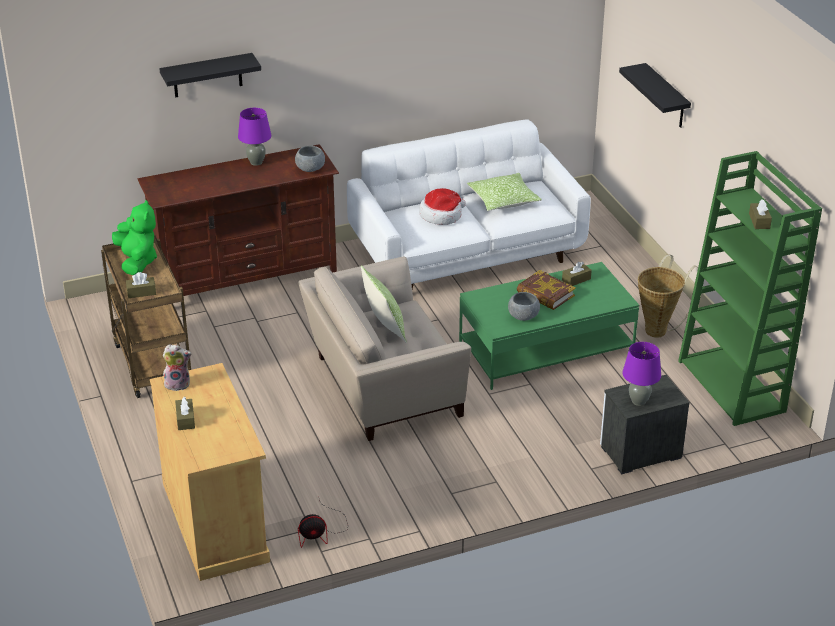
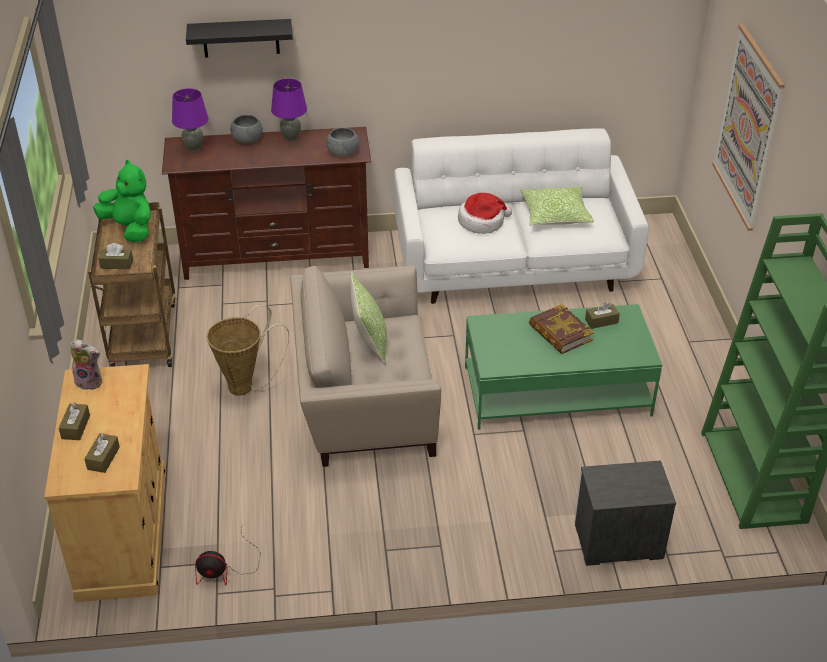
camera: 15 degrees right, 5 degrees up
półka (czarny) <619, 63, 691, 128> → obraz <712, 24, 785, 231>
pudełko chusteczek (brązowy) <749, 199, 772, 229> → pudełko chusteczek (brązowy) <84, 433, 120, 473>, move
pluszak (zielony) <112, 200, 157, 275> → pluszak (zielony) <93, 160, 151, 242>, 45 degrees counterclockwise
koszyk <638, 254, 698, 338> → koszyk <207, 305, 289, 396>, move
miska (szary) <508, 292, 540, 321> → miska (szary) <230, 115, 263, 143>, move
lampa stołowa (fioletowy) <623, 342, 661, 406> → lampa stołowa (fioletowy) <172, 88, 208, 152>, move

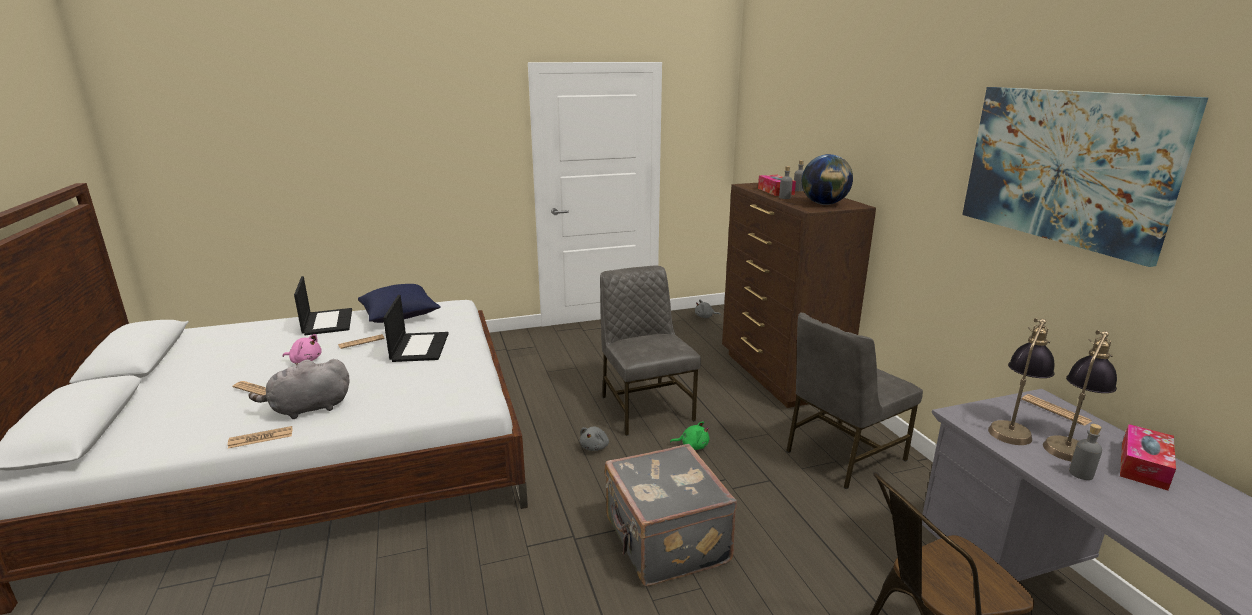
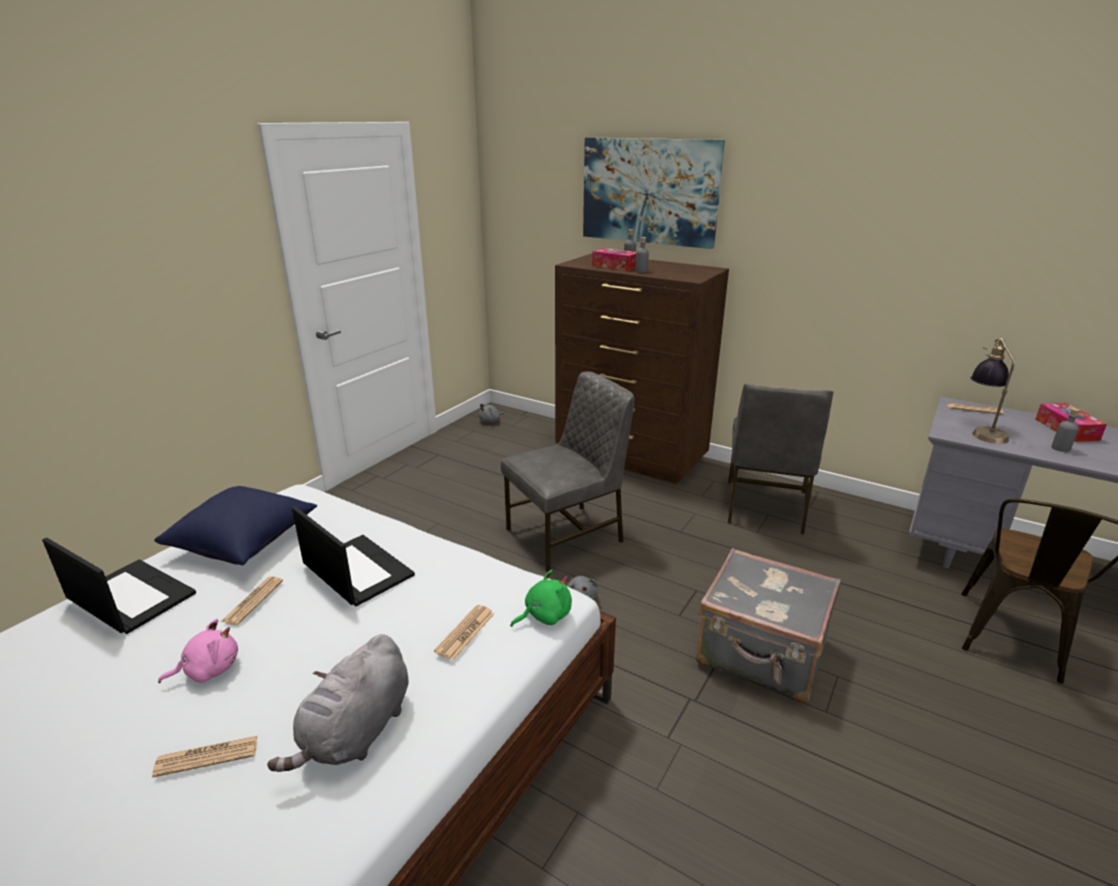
camera: 40 degrees left, 5 degrees up
obraz <962, 87, 1208, 267> → obraz <583, 137, 725, 249>, move
globus <802, 154, 853, 205> → -
krzesło (szary) <600, 266, 701, 436> → krzesło (szary) <501, 371, 634, 572>, 120 degrees clockwise
lampa stołowa <1043, 330, 1117, 462> → -
pluszak (zielony) <670, 421, 709, 450> → pluszak (zielony) <511, 570, 572, 627>, move
gazeta <228, 426, 292, 448> → gazeta <434, 605, 494, 660>, move

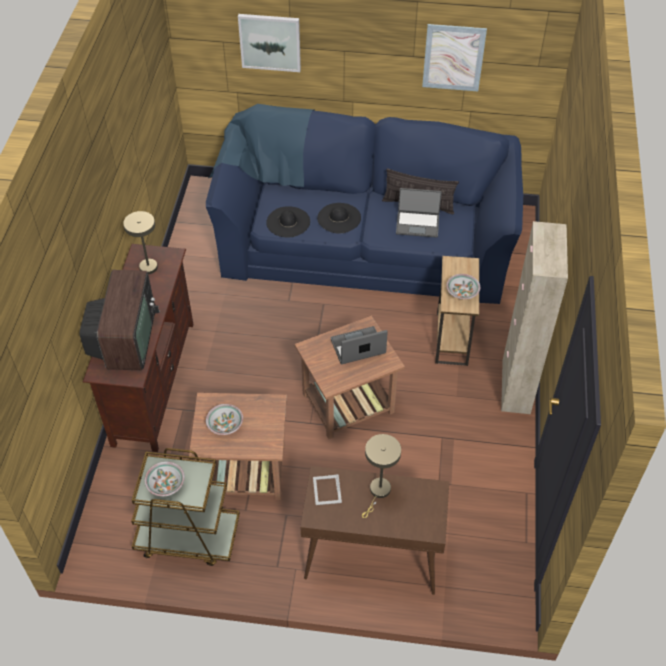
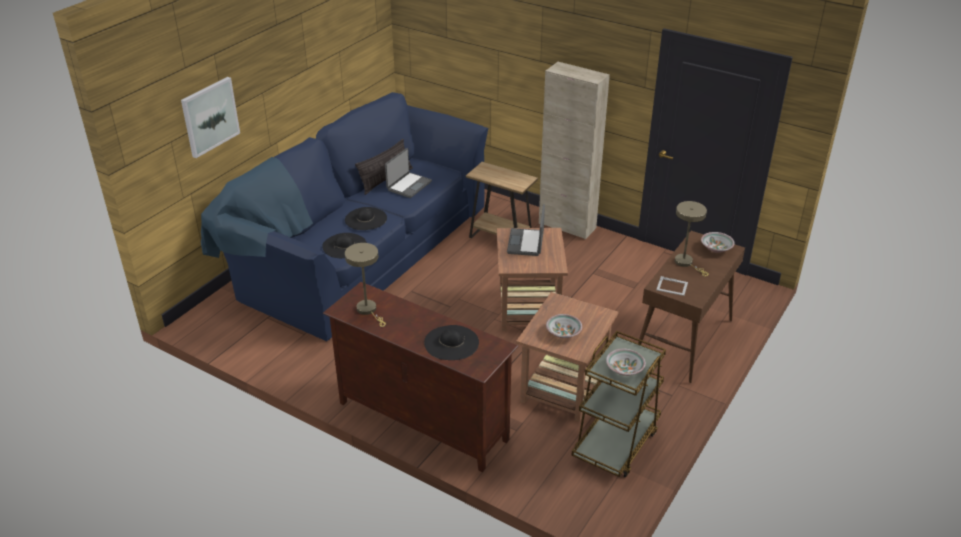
camera: 65 degrees left, 15 degrees down
obraz <422, 24, 487, 91> → -
telewizor <80, 270, 160, 370> → kapelusz (czarny) <424, 325, 479, 360>
miska <446, 274, 480, 299> → miska <701, 232, 735, 253>, move

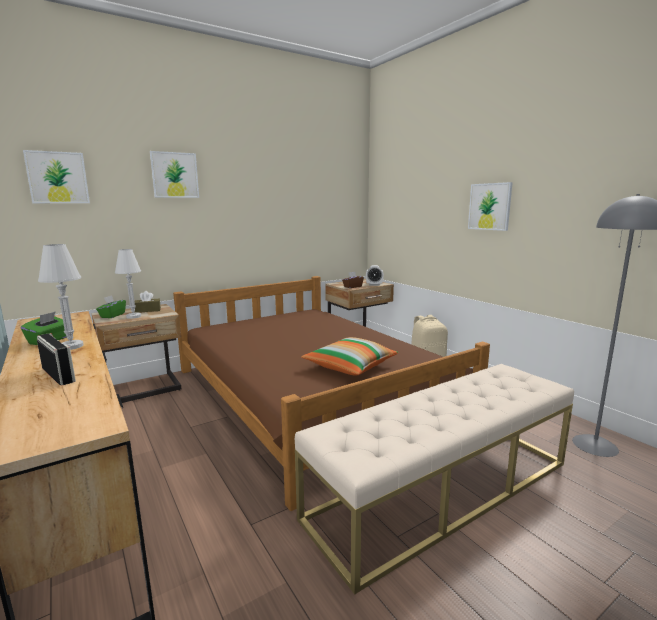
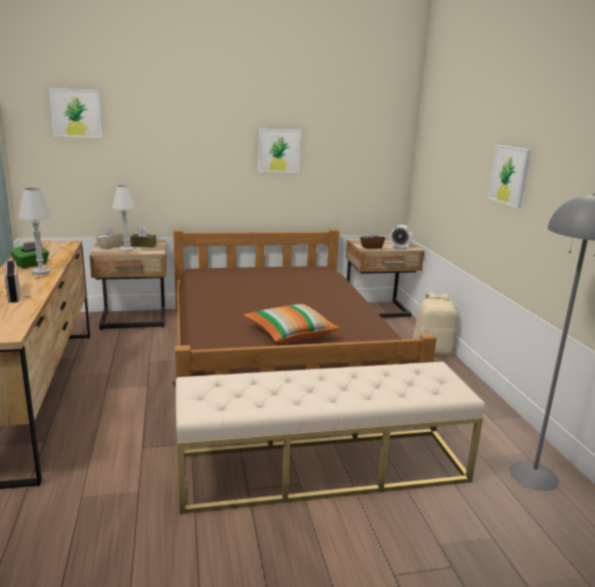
camera: 20 degrees right, 5 degrees up
obraz <150, 151, 199, 198> → obraz <258, 128, 301, 173>, move
pudełko chusteczek (zielony) <96, 295, 126, 318> → pudełko chusteczek (beżowy) <96, 227, 124, 249>

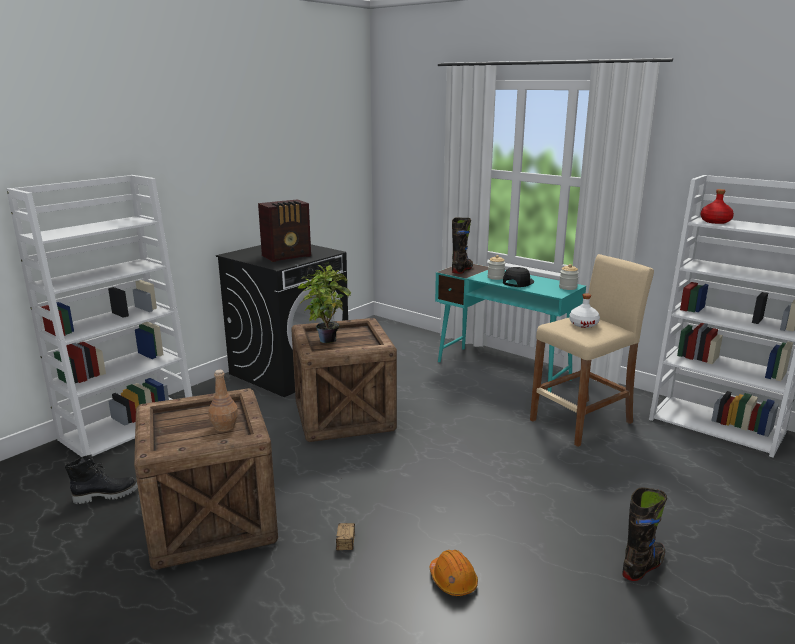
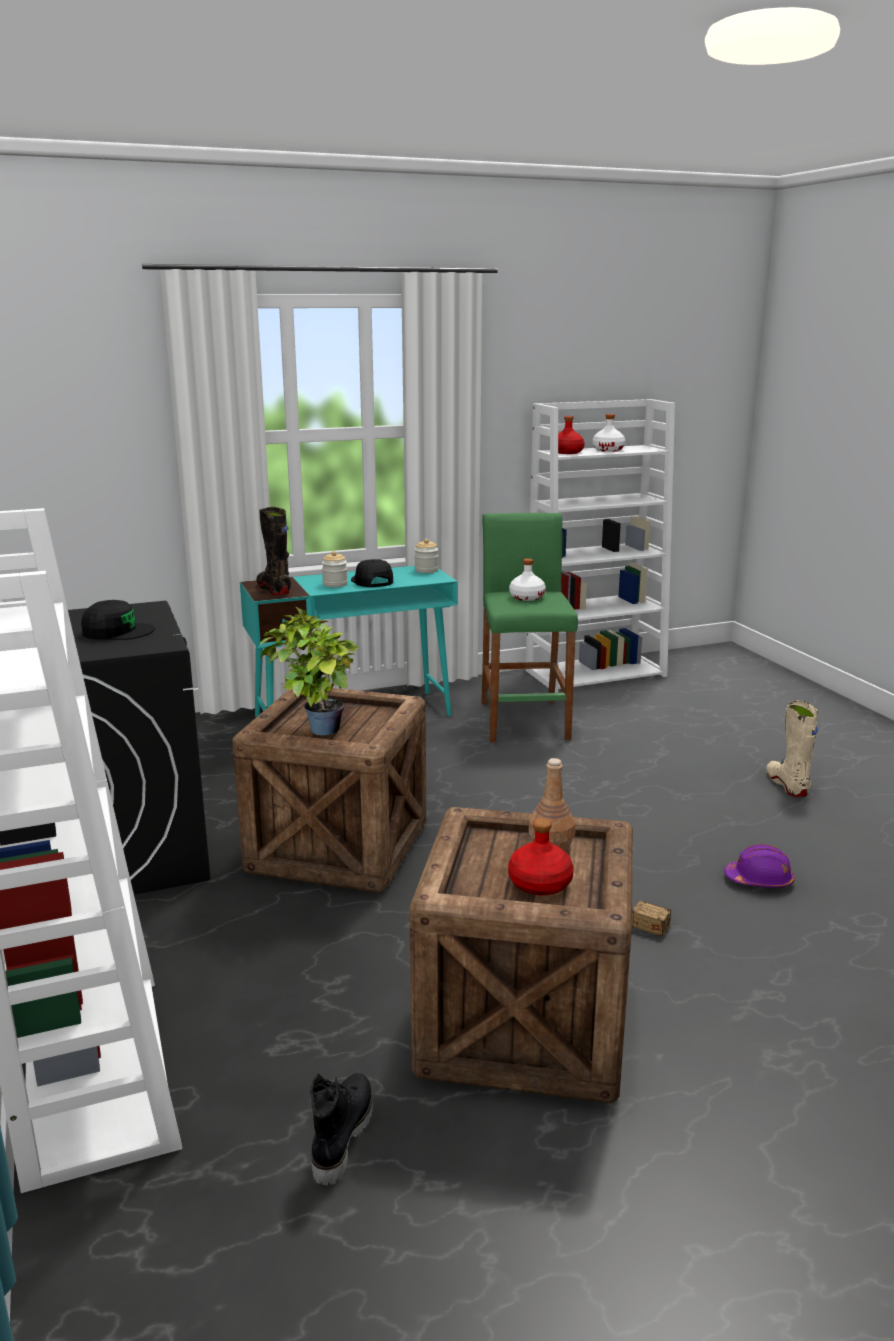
camera: 60 degrees left, 0 degrees up
radio <258, 199, 311, 262> → czapka z daszkiem (czarny) <81, 600, 155, 640>
stołek (beżowy) <530, 254, 654, 447> → stołek (zielony) <481, 513, 578, 742>
but z cholewką (czarny) <622, 487, 667, 581> → but z cholewką (beżowy) <766, 700, 818, 797>
kask (pomarańczowy) <429, 550, 478, 596> → kask (fioletowy) <724, 844, 795, 888>
- → butelka (biały) <592, 414, 625, 452>
- → butelka (czerwony) <508, 818, 574, 895>

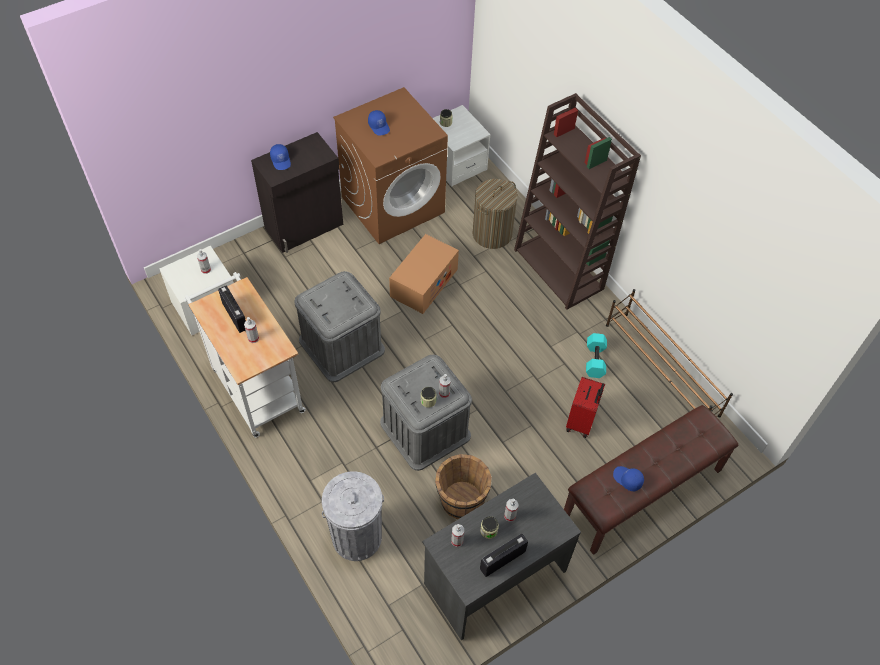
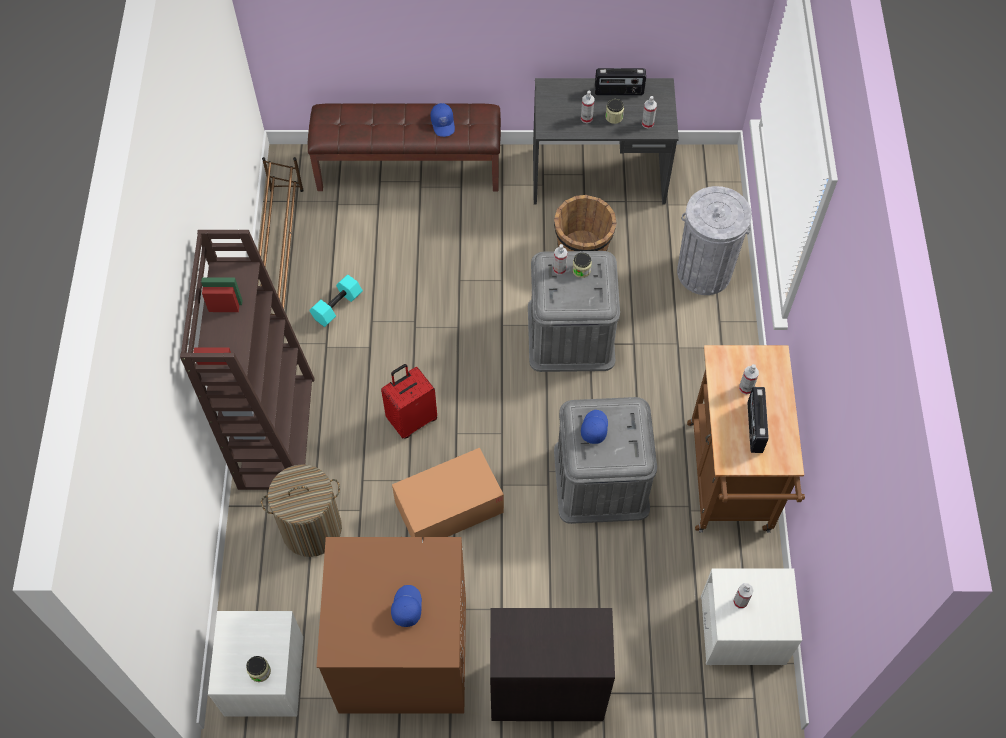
camera: 145 degrees left, 5 degrees up
czapka z daszkiem (niebieski) <270, 144, 291, 170> → czapka z daszkiem (niebieski) <581, 410, 608, 444>, move
wózek (biały) <183, 272, 306, 438> → wózek (brązowy) <687, 345, 805, 533>
walizka (czerwony) <566, 377, 605, 438> → walizka (czerwony) <381, 364, 437, 439>, move

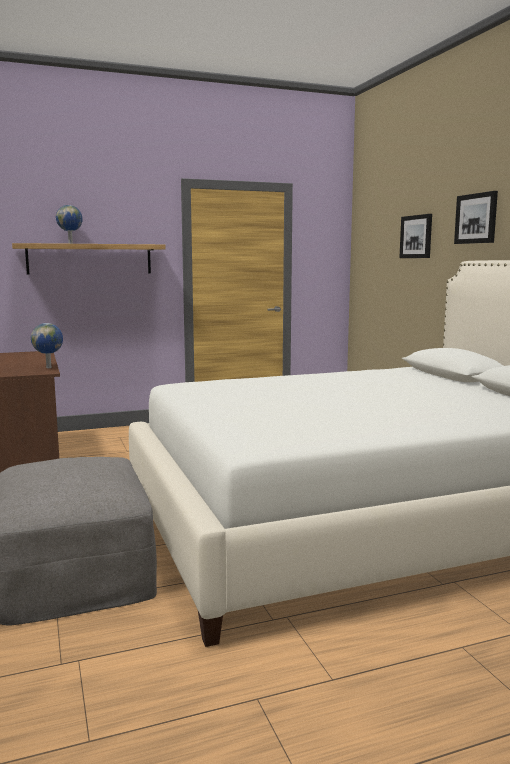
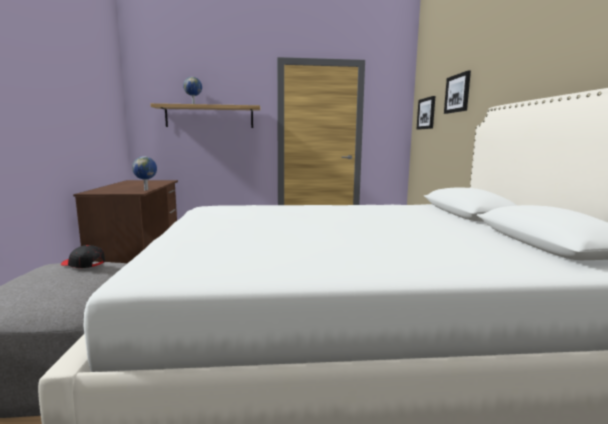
camera: 15 degrees right, 0 degrees up
obraz <454, 191, 498, 244> → obraz <416, 96, 435, 130>, move
- → czapka z daszkiem (czarny) <61, 245, 105, 268>

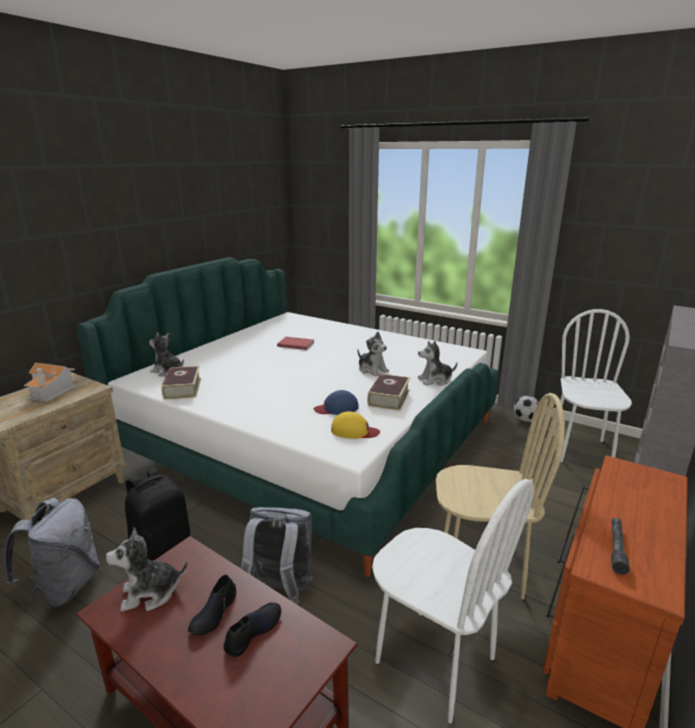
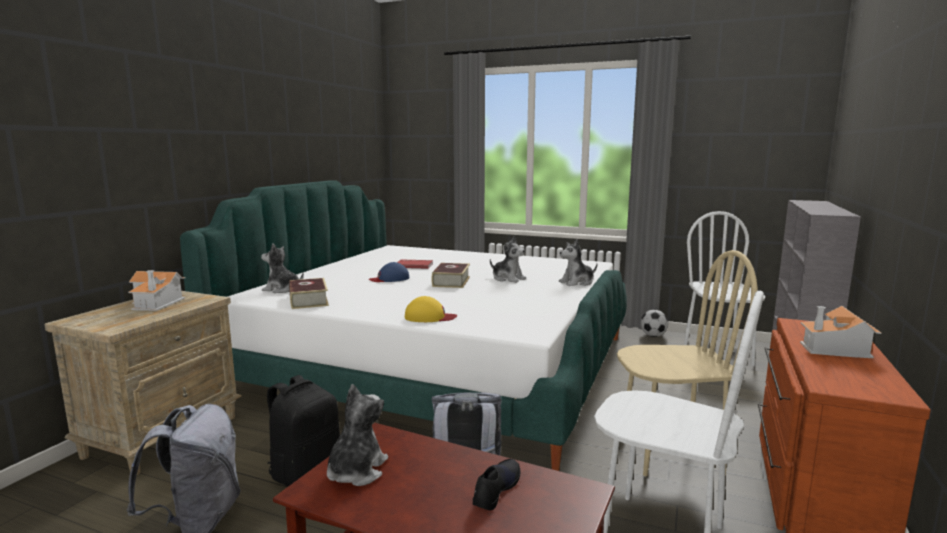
camera: 10 degrees left, 10 degrees down
książka <367, 374, 410, 411> → książka <431, 263, 470, 288>, move
czapka z daszkiem (niebieski) <313, 390, 359, 415> → czapka z daszkiem (niebieski) <369, 262, 409, 282>, move
czapka z daszkiem (żółty) <331, 411, 380, 439> → czapka z daszkiem (żółty) <405, 296, 457, 322>, move
latarka (szary) <611, 518, 630, 575> → -
pluszak <106, 527, 188, 612> → pluszak <327, 384, 388, 486>, 135 degrees clockwise
but (czarny) <188, 574, 236, 635> → -
- → domek <800, 306, 882, 358>

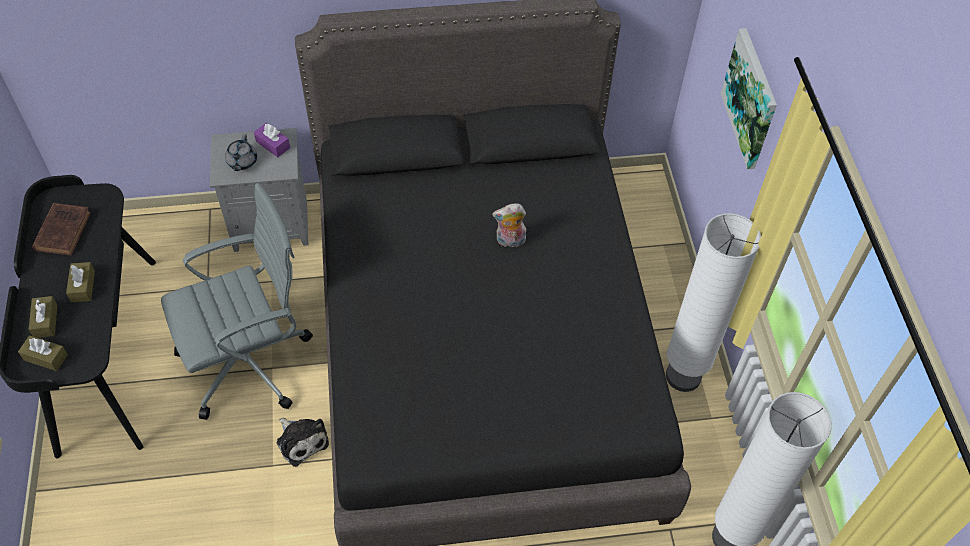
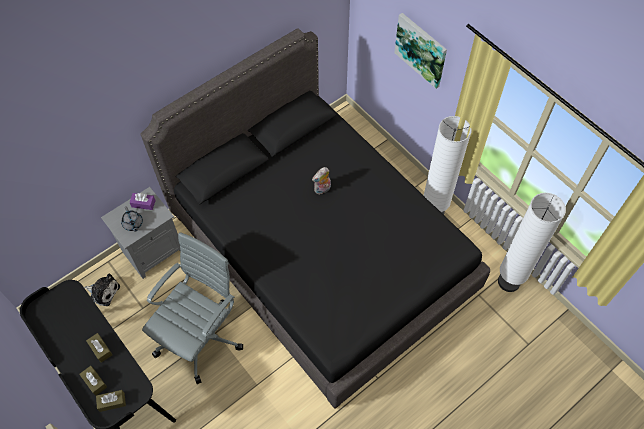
camera: 30 degrees left, 5 degrees up
książka (brązowy) <32, 203, 91, 255> → -
pluszak <277, 418, 329, 467> → pluszak <84, 273, 120, 306>, move

